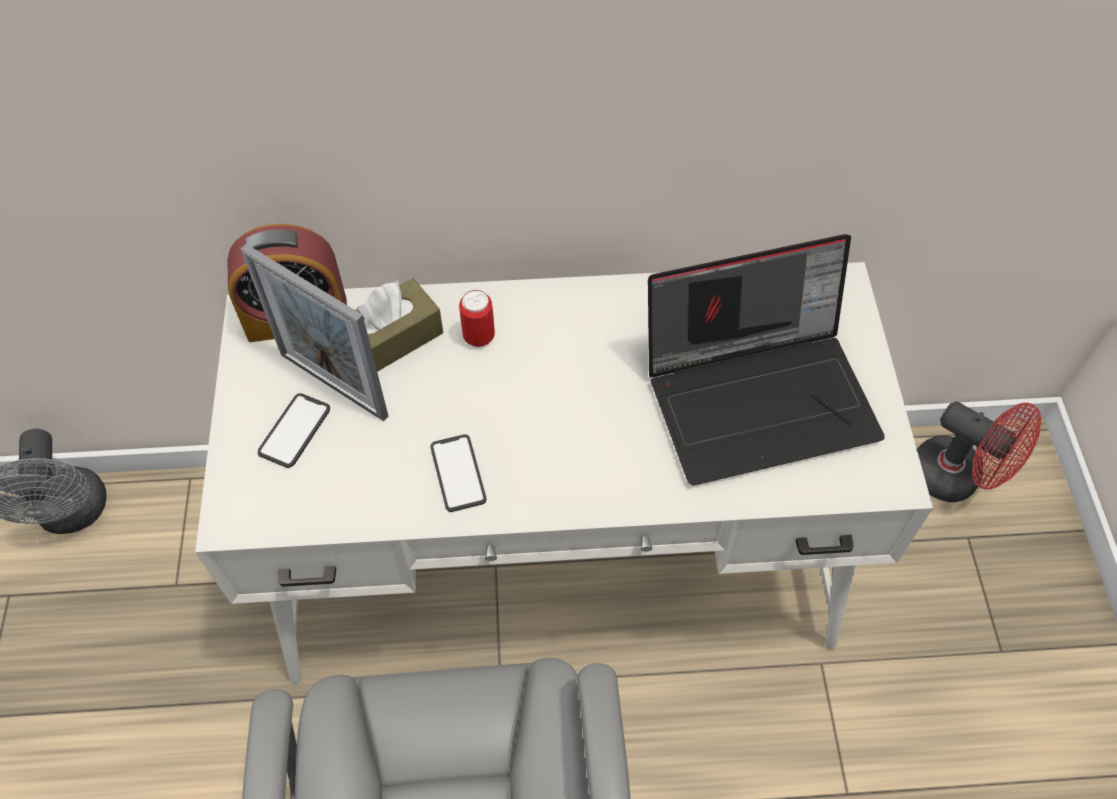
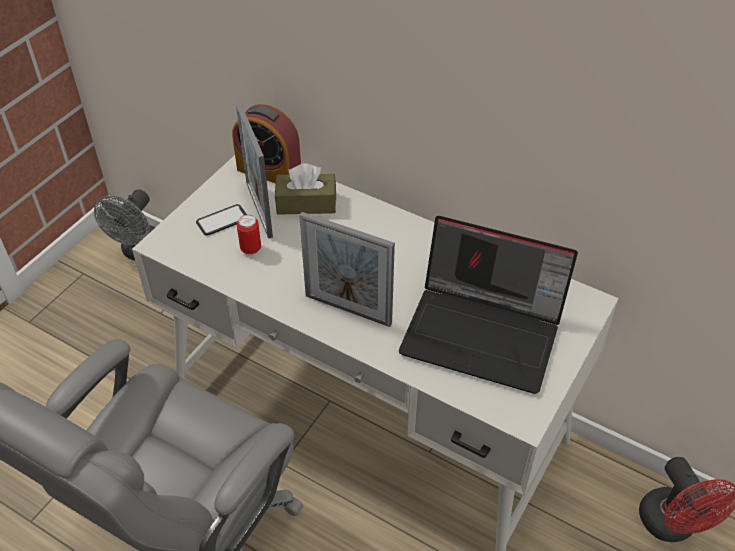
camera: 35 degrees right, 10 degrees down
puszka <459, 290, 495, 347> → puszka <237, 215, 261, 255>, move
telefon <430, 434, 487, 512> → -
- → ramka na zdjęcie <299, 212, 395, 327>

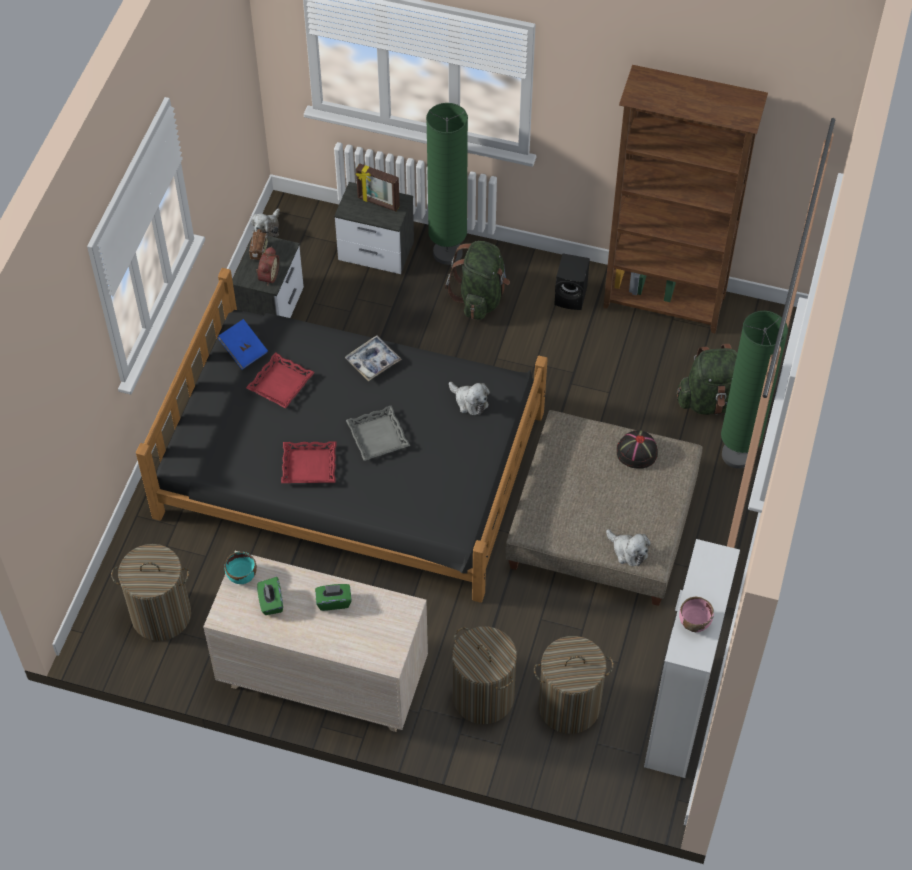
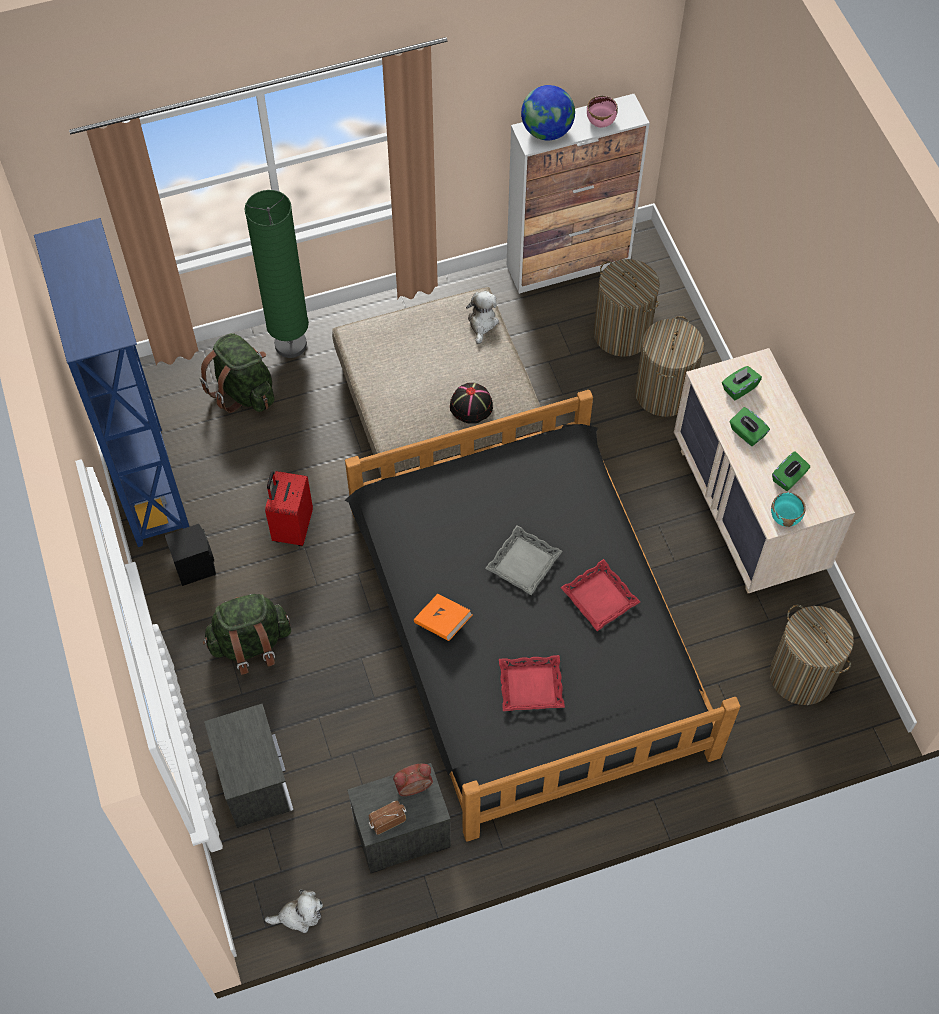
camera: 125 degrees left, 5 degrees up
regał (brązowy) <603, 65, 768, 333> → regał (niebieski) <34, 218, 190, 547>
lampa stojąca (zielony) <426, 103, 468, 265> → -
ramka na zdjęcie <356, 163, 400, 211> → -
książka (niebieski) <218, 319, 268, 369> → -
taca <345, 336, 402, 381> → książka (pomarańczowy) <414, 594, 472, 641>
pluszak <449, 382, 490, 415> → -
kapelusz (czarny) <617, 430, 658, 469> → kapelusz (czarny) <450, 383, 493, 424>, move
- → globus <521, 85, 575, 140>
- → pudełko chusteczek (zielony) <722, 366, 762, 400>
- → walizka (czerwony) <265, 471, 313, 546>

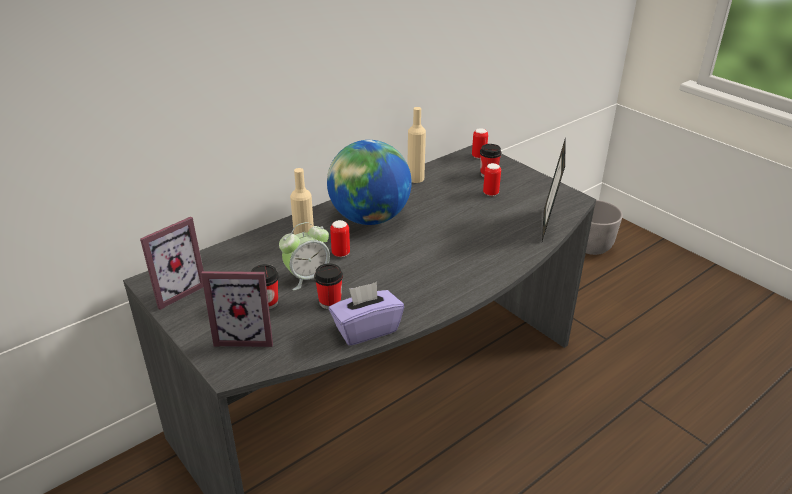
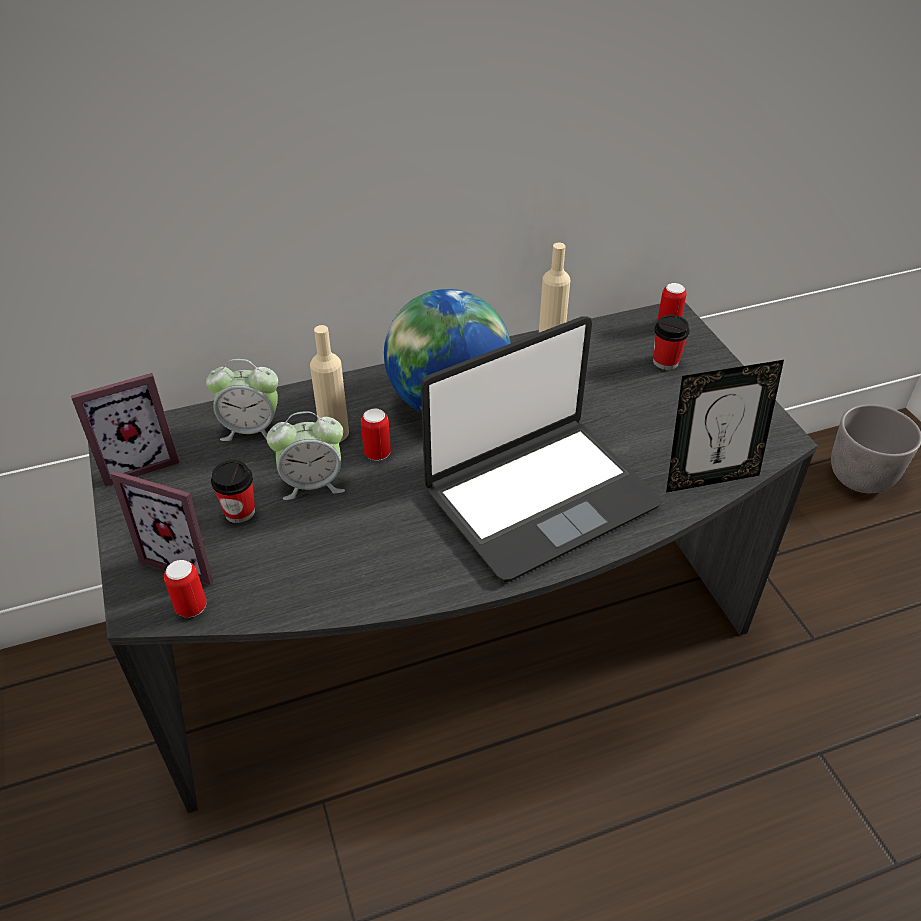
camera: 20 degrees right, 10 degrees up
ramka na zdjęcie <542, 137, 566, 241> → ramka na zdjęcie <666, 360, 784, 493>, 135 degrees counterclockwise
puszka <483, 163, 501, 196> → puszka <164, 560, 206, 618>, move
filiżanka <314, 263, 343, 309> → -
pudełko chusteczek (fioletowy) <329, 282, 404, 346> → -
- → laptop <421, 316, 662, 582>
- → budzik <206, 359, 278, 441>

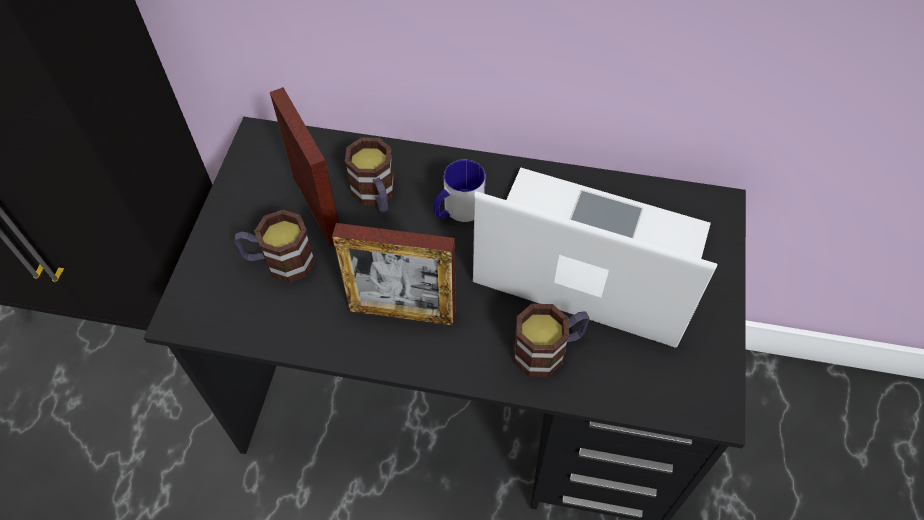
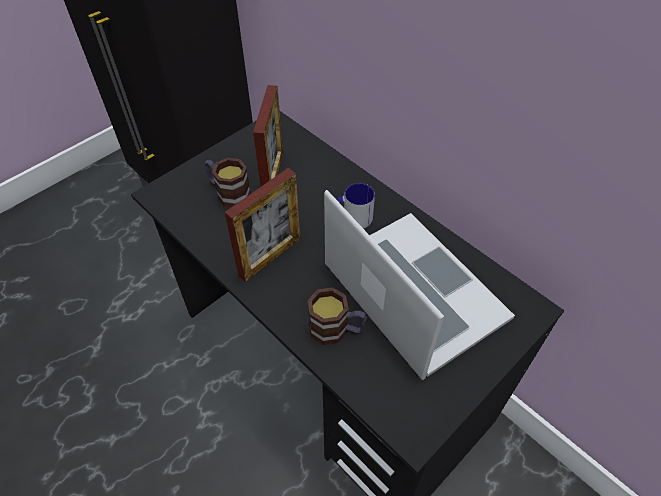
camera: 35 degrees right, 5 degrees down
kubek <345, 137, 395, 213> → -
ramka na zdjęcie <332, 223, 456, 326> → ramka na zdjęcie <225, 168, 300, 282>, 90 degrees counterclockwise

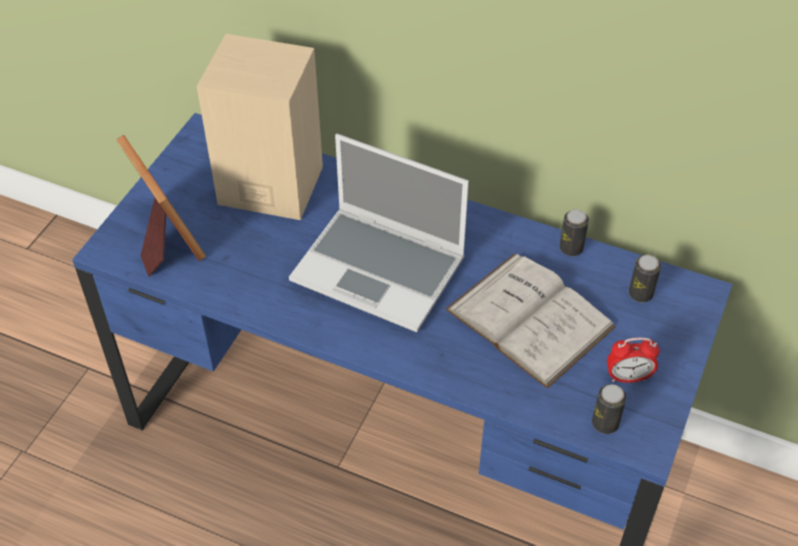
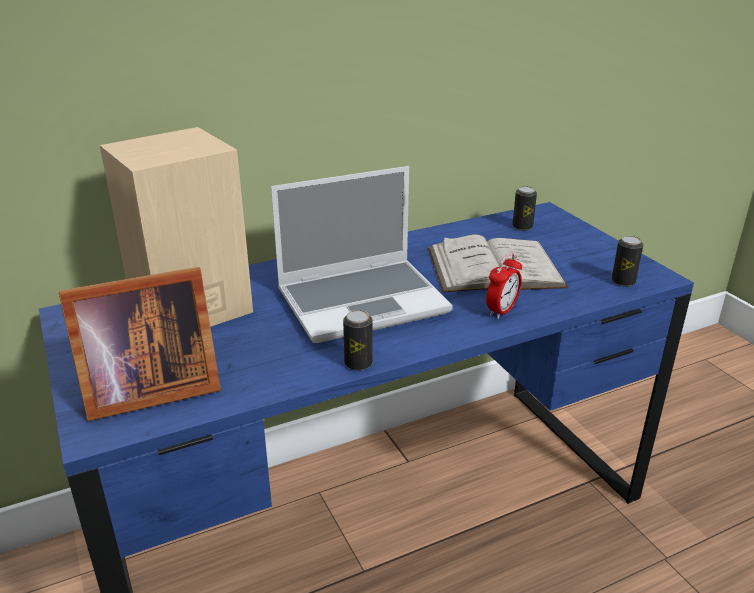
camera: 50 degrees left, 20 degrees down
ramka na zdjęcie <116, 135, 206, 277> → ramka na zdjęcie <59, 267, 221, 421>, 150 degrees clockwise
puszka <559, 209, 589, 256> → puszka <343, 310, 373, 371>, move
budzik <607, 338, 660, 383> → budzik <486, 253, 522, 319>, move

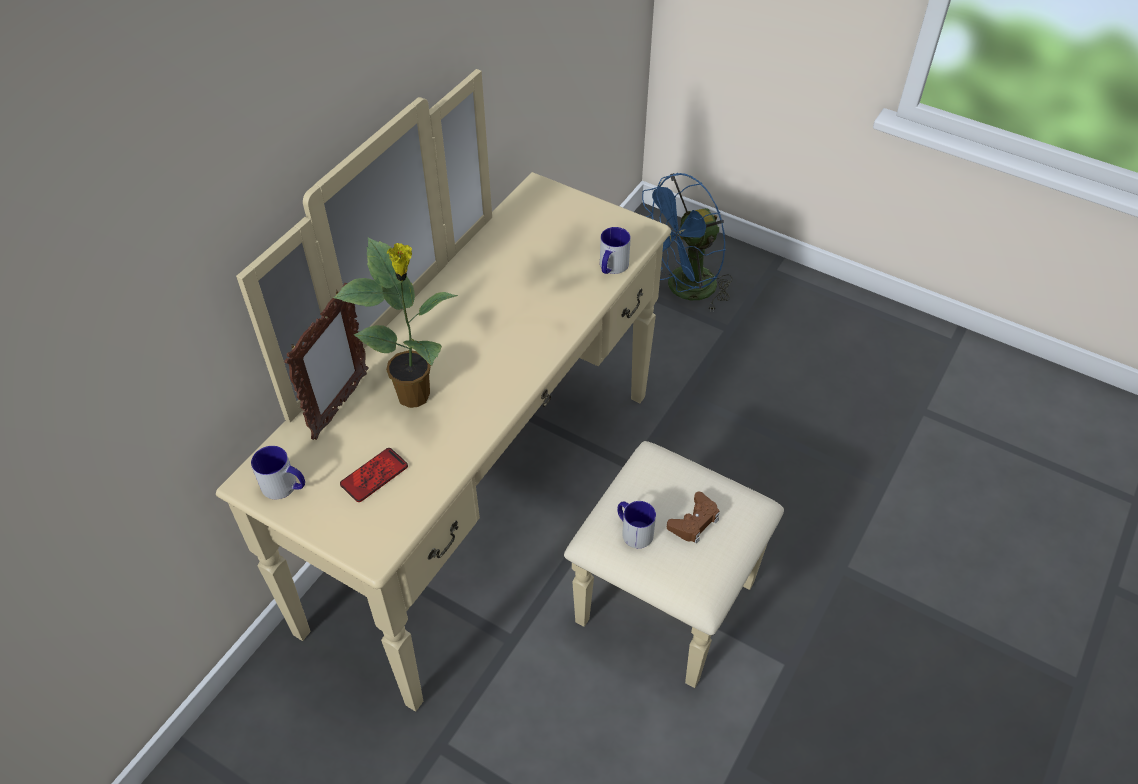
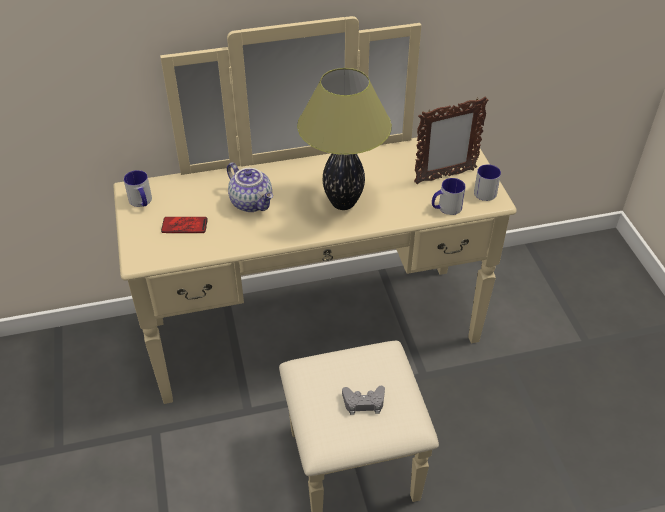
camera: 45 degrees right, 5 degrees down
wentylator (niebieski) <642, 173, 733, 312> → -
roślina doniczkowa <333, 238, 458, 408> → imbryk <227, 162, 273, 212>
ramka na zdjęcie <284, 283, 369, 440> → ramka na zdjęcie <414, 96, 489, 184>, move
pad do gier (brązowy) <667, 492, 719, 543> → pad do gier (szary) <342, 386, 385, 415>
kubek <617, 501, 656, 548> → kubek <474, 164, 501, 201>, move
- → lampa stołowa <297, 68, 392, 210>

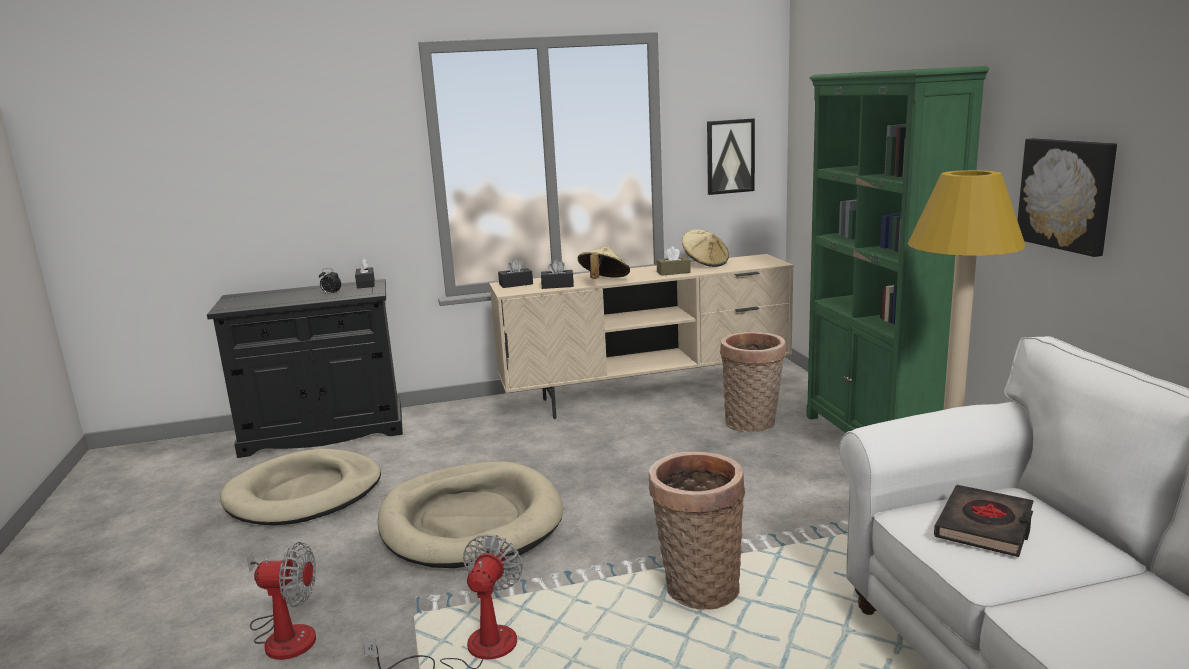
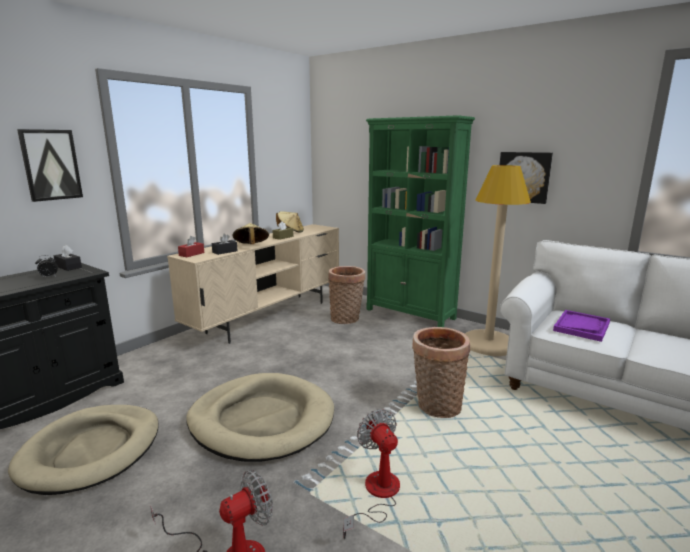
camera: 40 degrees left, 0 degrees up
obraz <707, 119, 755, 195> → obraz <17, 129, 83, 202>, move
pudełko chusteczek (czarny) <498, 258, 533, 288> → pudełko chusteczek (czerwony) <178, 236, 204, 257>
książka (czarny) <934, 485, 1034, 557> → taca (fioletowy) <553, 310, 610, 342>

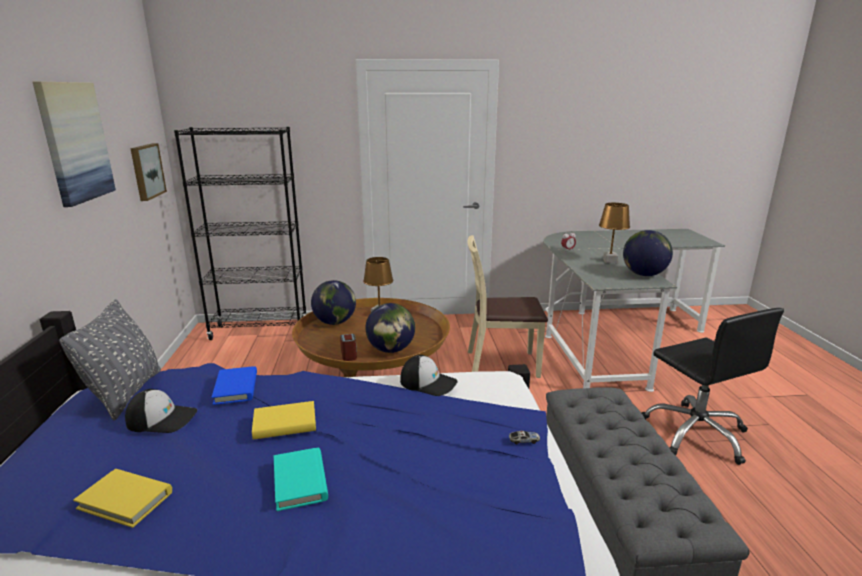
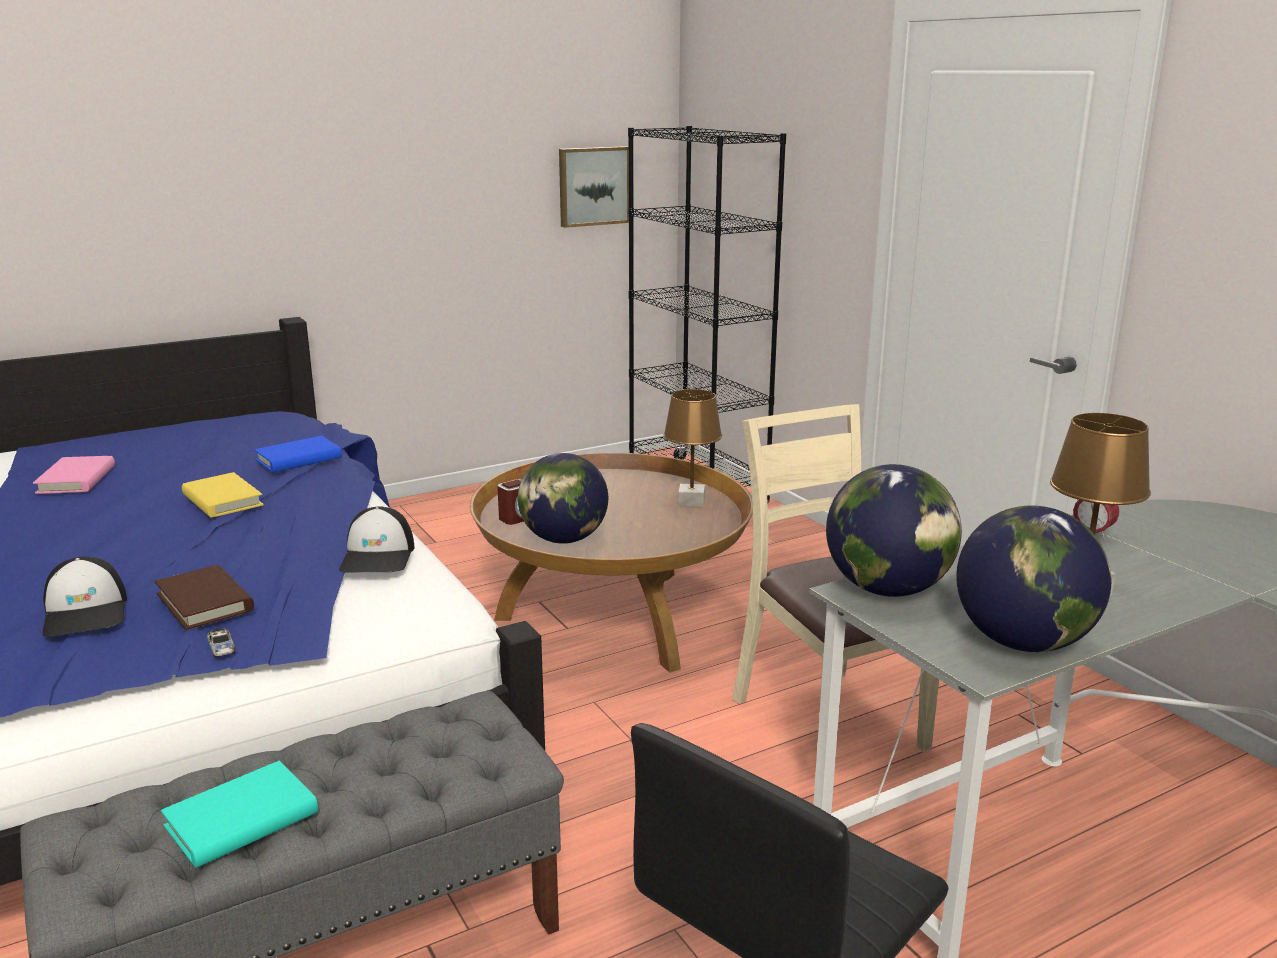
camera: 65 degrees right, 0 degrees up
obraz <33, 82, 116, 207> → -
globus <311, 280, 356, 325> → globus <826, 464, 962, 597>, move
poduszka (szary) <59, 299, 161, 421> → -
czapka z daszkiem <125, 389, 197, 433> → czapka z daszkiem <42, 557, 127, 637>, move
książka (turkusowy) <274, 447, 328, 511> → książka (turkusowy) <161, 760, 318, 868>, move
książka (żółty) <73, 469, 172, 528> → książka (różowy) <33, 456, 115, 494>
- → książka (brązowy) <155, 565, 254, 630>

